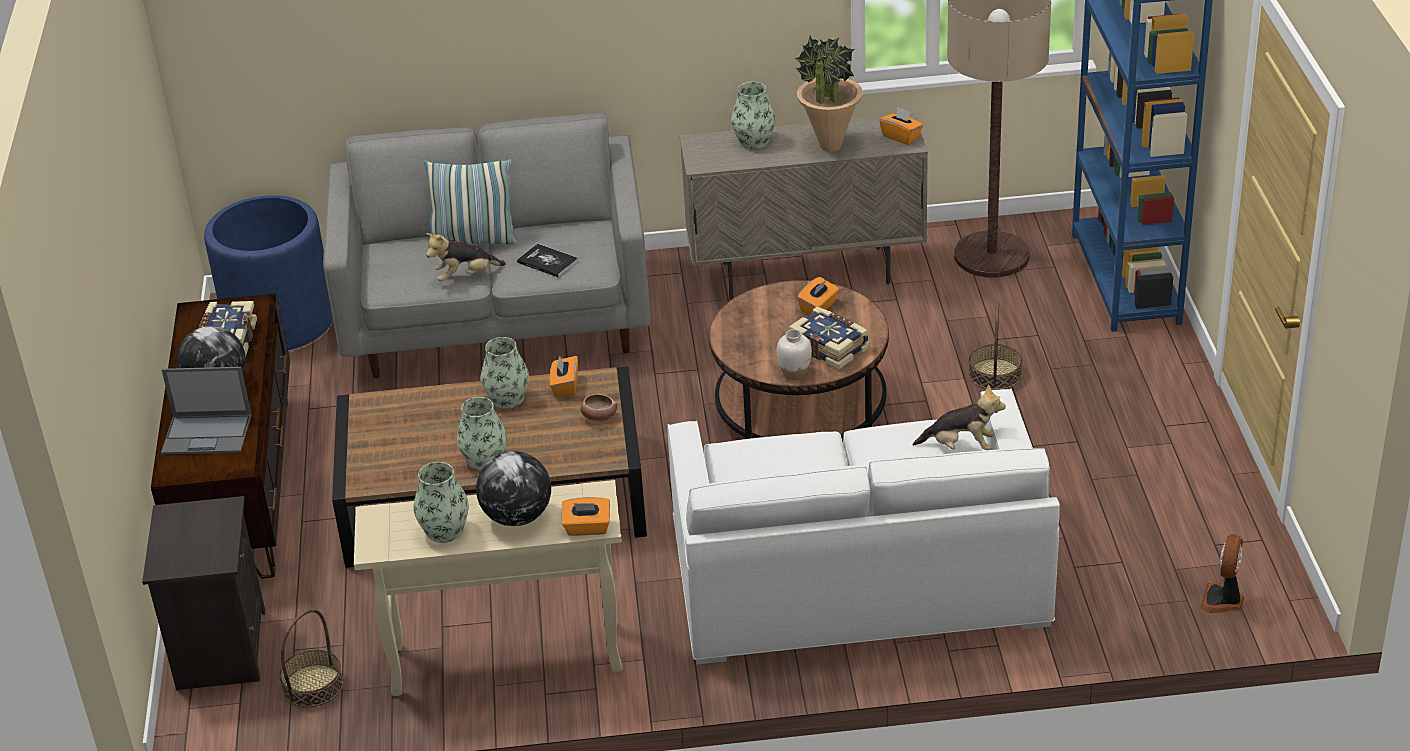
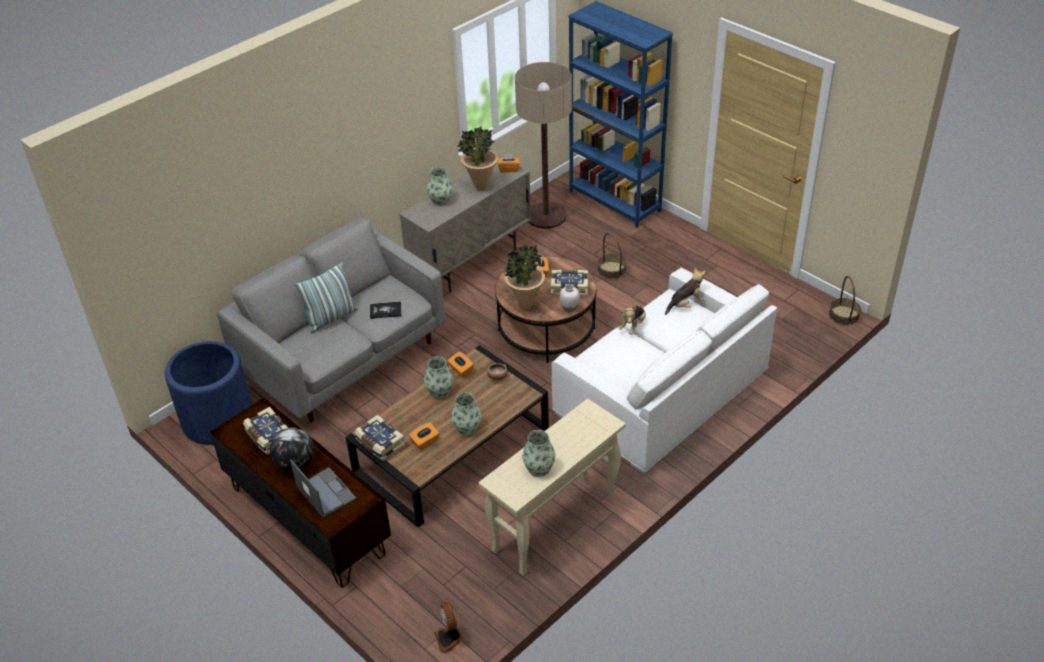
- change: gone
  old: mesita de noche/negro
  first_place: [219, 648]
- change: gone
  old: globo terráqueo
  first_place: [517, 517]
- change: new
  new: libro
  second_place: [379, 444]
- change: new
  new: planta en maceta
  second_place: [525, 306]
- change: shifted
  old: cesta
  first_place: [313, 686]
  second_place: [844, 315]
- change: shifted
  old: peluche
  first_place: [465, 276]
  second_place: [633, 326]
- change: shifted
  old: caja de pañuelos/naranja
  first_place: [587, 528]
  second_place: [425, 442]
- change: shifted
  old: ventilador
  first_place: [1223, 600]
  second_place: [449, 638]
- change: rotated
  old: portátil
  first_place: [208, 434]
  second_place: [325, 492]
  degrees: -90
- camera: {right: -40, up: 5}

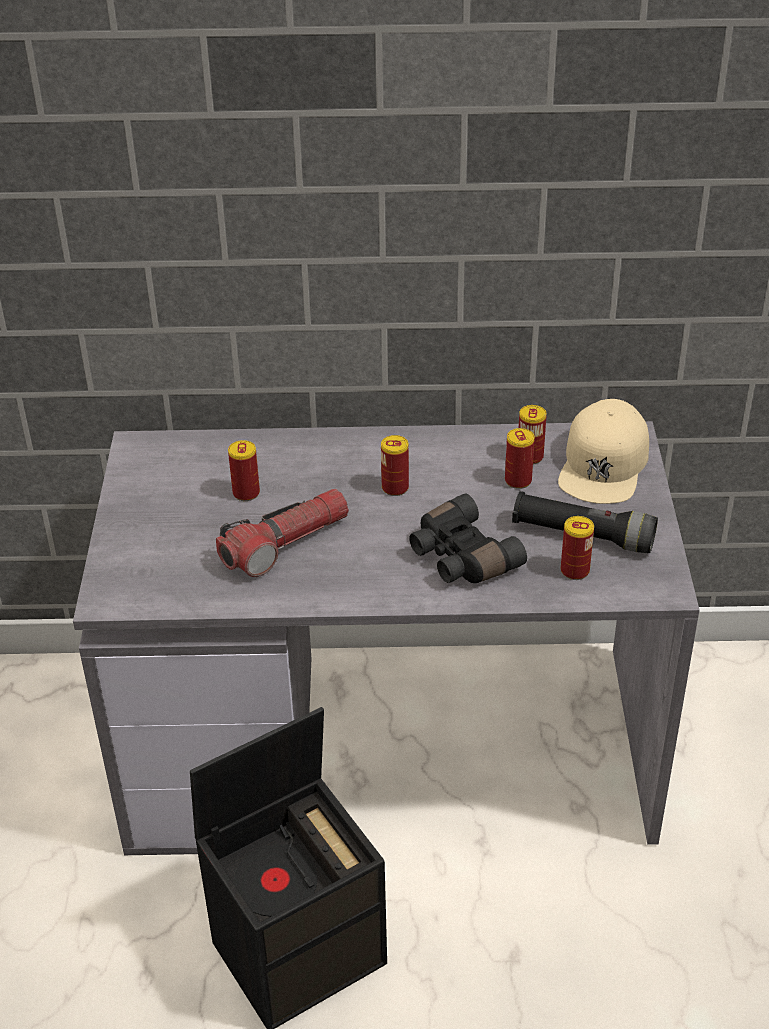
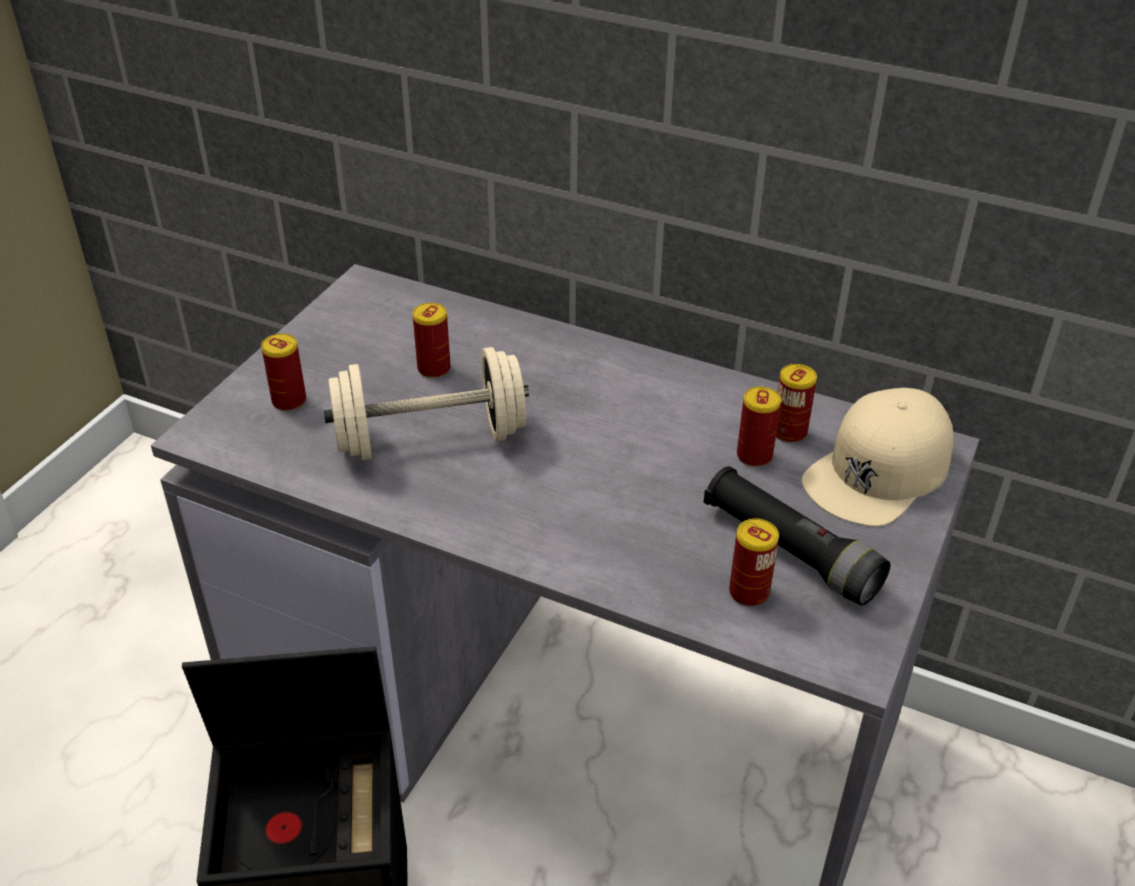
- change: gone
  old: prismáticos/negro
  first_place: [460, 557]
- change: shifted
  old: lata
  first_place: [395, 488]
  second_place: [289, 401]
- change: swapped
  old: linterna
  new: mancuerna/beis
  first_place: [285, 544]
  second_place: [430, 439]
- camera: {right: 25, up: 0}

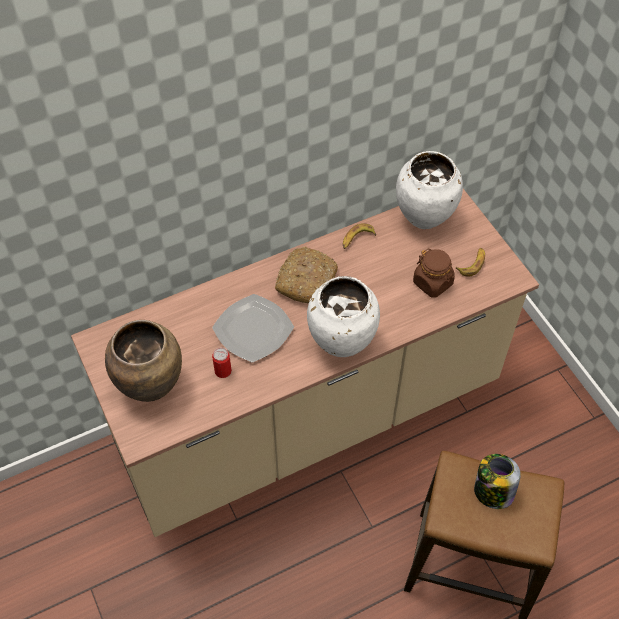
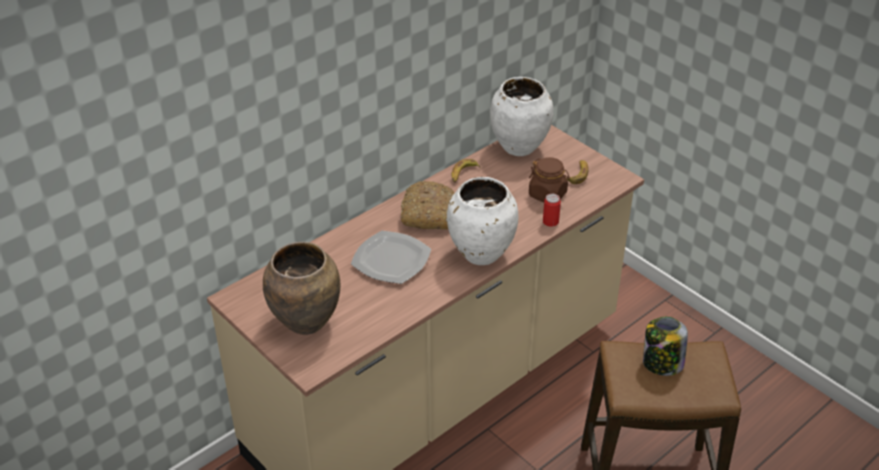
- change: shifted
  old: lata
  first_place: [223, 371]
  second_place: [550, 222]
- camera: {right: -15, up: -15}

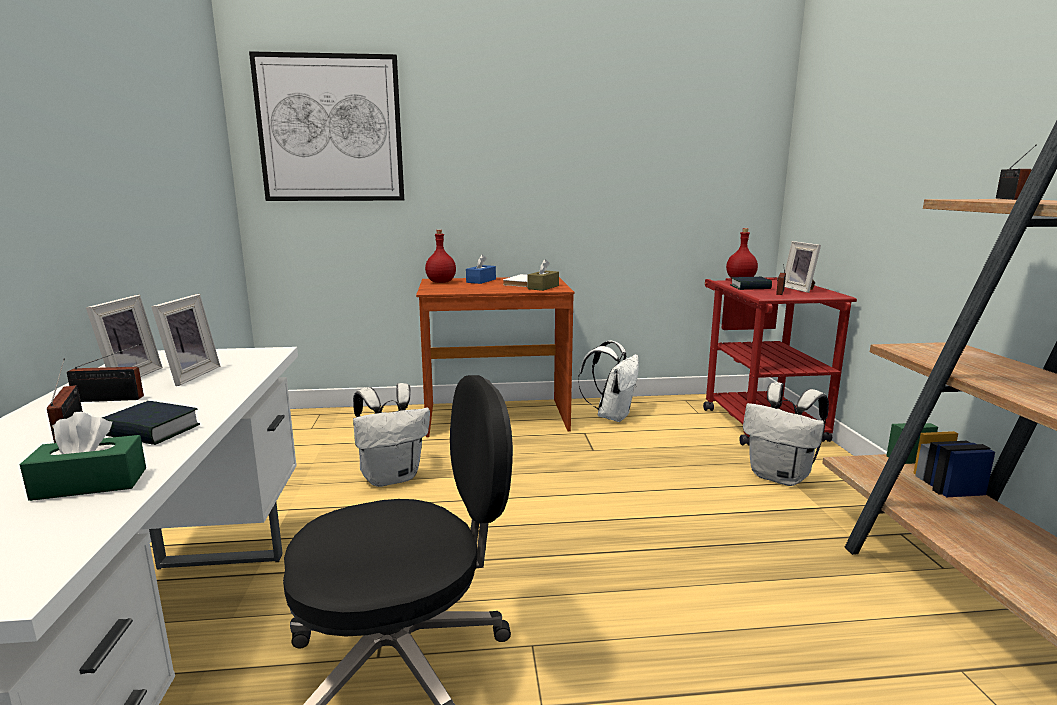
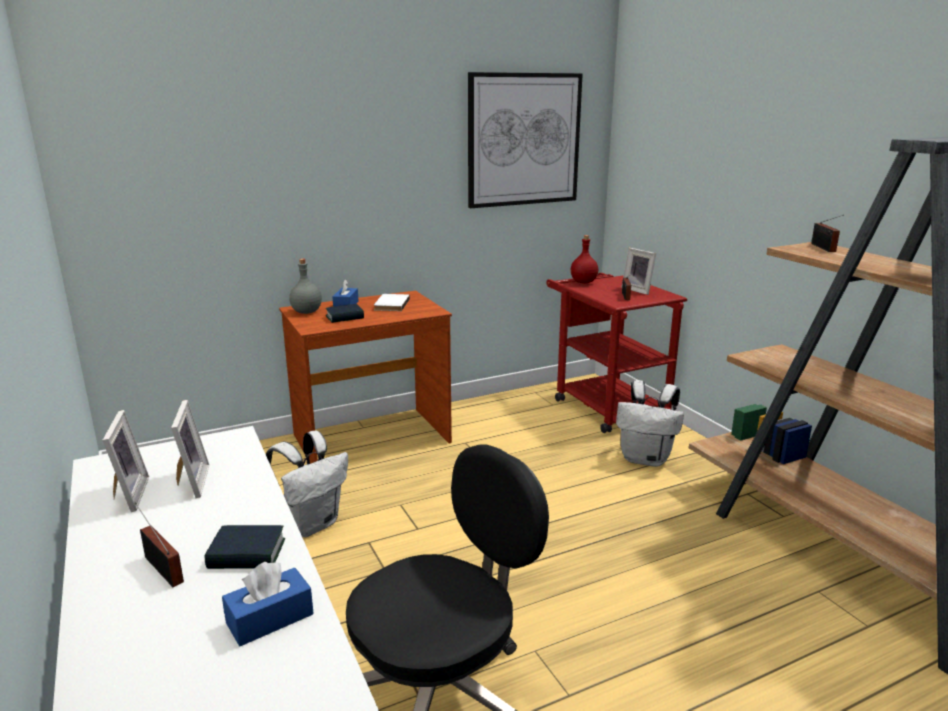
- change: gone
  old: radio
  first_place: [112, 399]
- change: gone
  old: caja de pañuelos/marrón
  first_place: [543, 287]
- change: gone
  old: mochila/blanco
  first_place: [612, 416]
- change: shifted
  old: cuadro
  first_place: [330, 129]
  second_place: [524, 140]
- change: shifted
  old: libro
  first_place: [750, 287]
  second_place: [345, 317]
- change: repainted
  old: caja de pañuelos/verde
  new: caja de pañuelos/azul
  first_place: [90, 484]
  second_place: [270, 618]
- change: repainted
  old: botella/rojo
  new: botella/gris
  first_place: [440, 282]
  second_place: [306, 312]
- camera: {right: -20, up: 5}

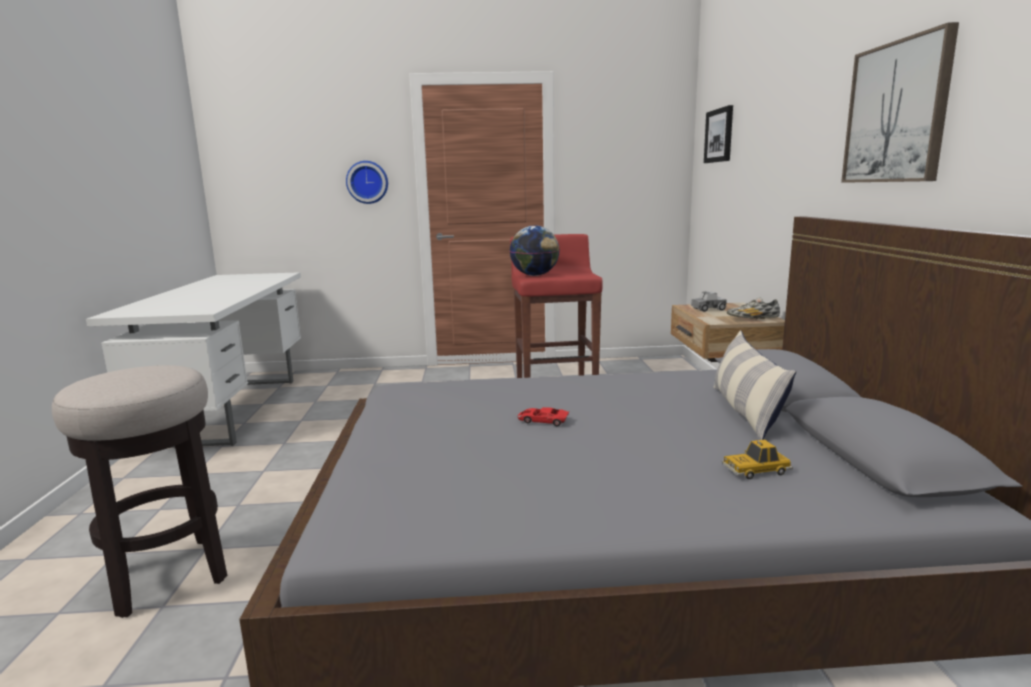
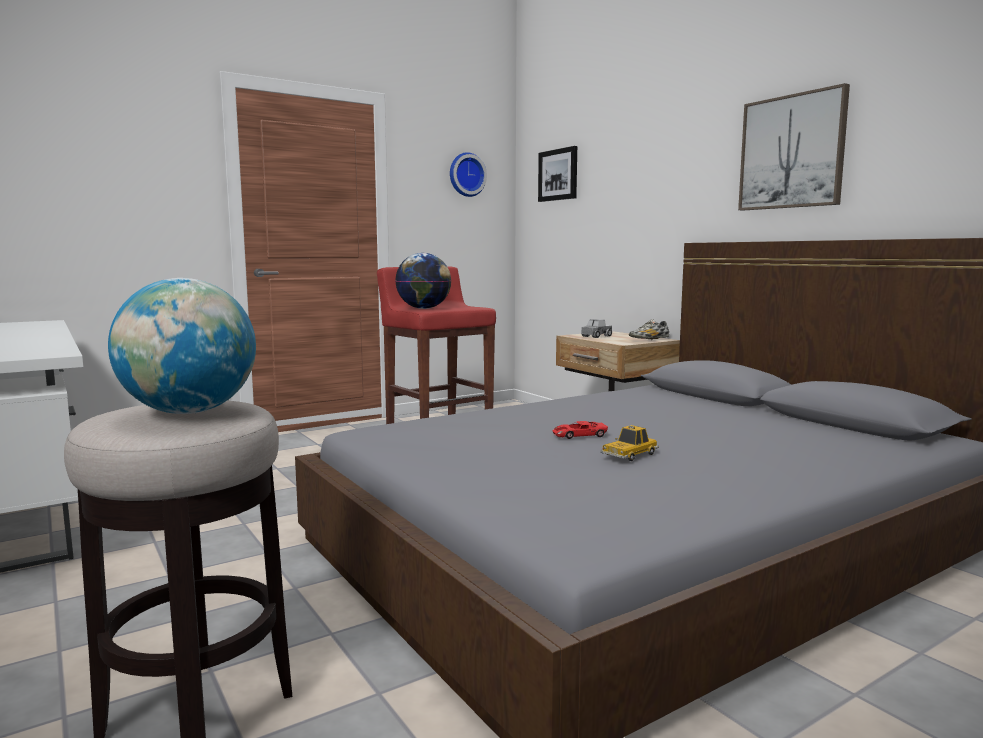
- change: gone
  old: cojín
  first_place: [745, 411]
- change: new
  new: globo terráqueo
  second_place: [190, 412]
- change: shifted
  old: reloj de pared
  first_place: [367, 182]
  second_place: [466, 175]
- change: shifted
  old: coche de juguete
  first_place: [756, 470]
  second_place: [629, 454]
- camera: {right: -30, up: -5}

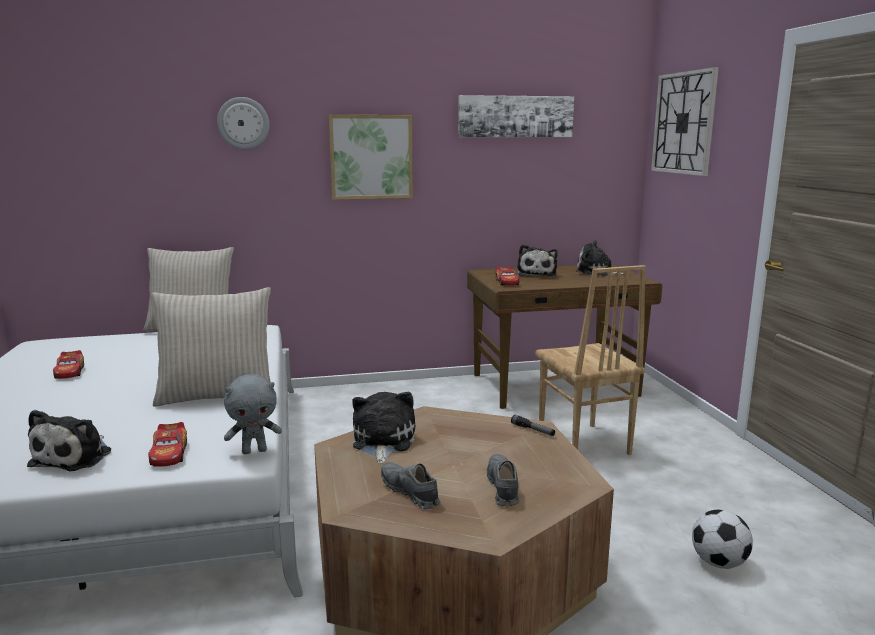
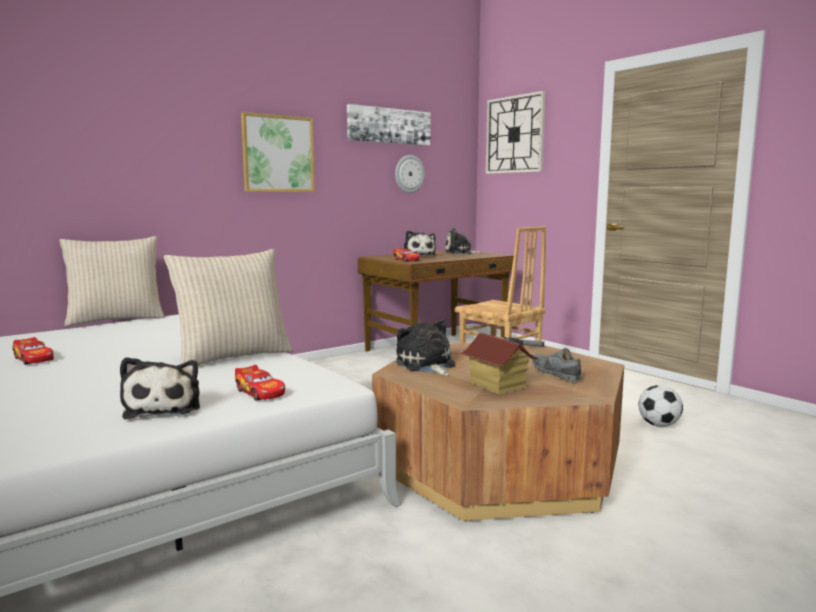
- change: gone
  old: peluche/gris
  first_place: [254, 451]
- change: shifted
  old: reloj de pared
  first_place: [243, 123]
  second_place: [409, 174]
- change: swapped
  old: zapato/gris
  new: casita
  first_place: [409, 492]
  second_place: [497, 386]
- camera: {right: -25, up: -5}

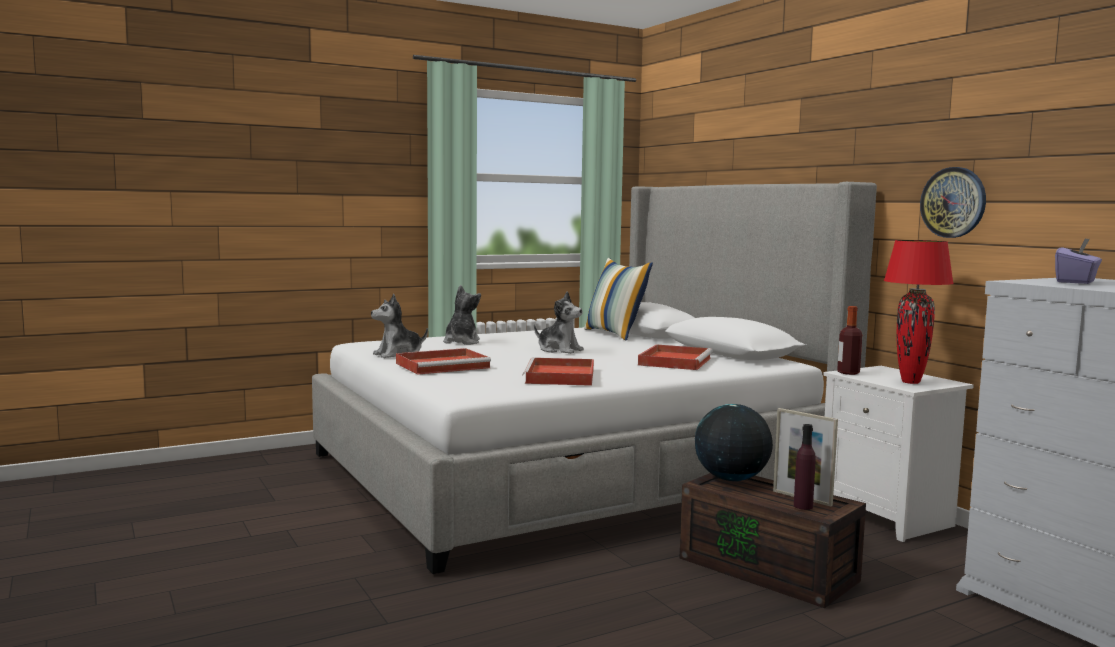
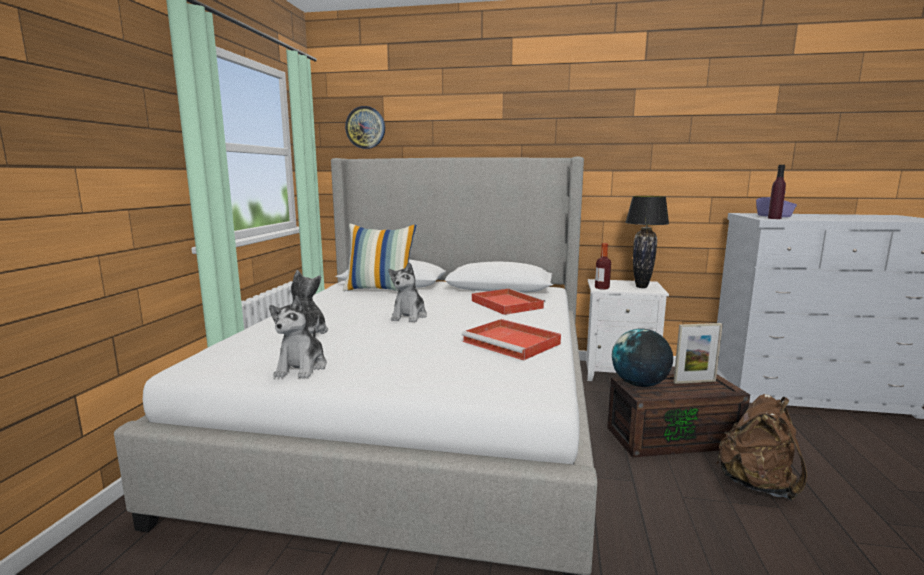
- change: gone
  old: bandeja/rojo
  first_place: [444, 365]
- change: new
  new: mochila/marrón
  second_place: [757, 484]
- change: shifted
  old: botella/morado
  first_place: [803, 506]
  second_place: [774, 218]
- change: shifted
  old: reloj de pared
  first_place: [953, 202]
  second_place: [365, 127]
- change: repainted
  old: lámpara de mesa/rojo
  new: lámpara de mesa/negro
  first_place: [910, 382]
  second_place: [641, 287]
- change: rotated
  old: peluche
  first_place: [559, 350]
  second_place: [409, 316]
  degrees: 120
- camera: {right: -50, up: 5}

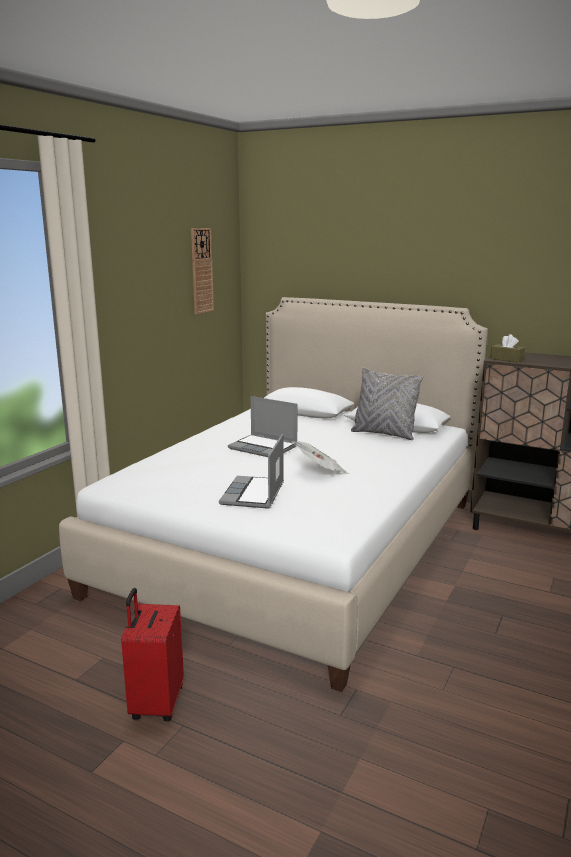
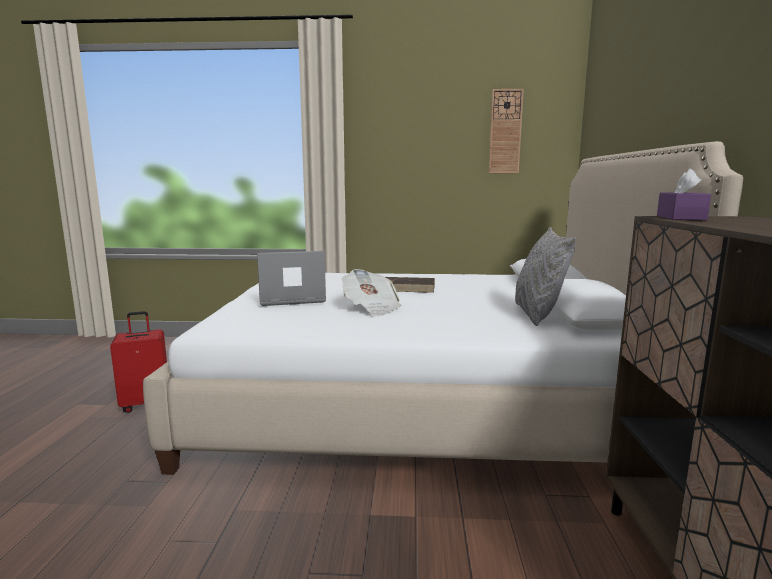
- change: swapped
  old: portátil
  new: libro/marrón
  first_place: [264, 447]
  second_place: [409, 288]
- change: repainted
  old: caja de pañuelos/marrón
  new: caja de pañuelos/morado
  first_place: [507, 359]
  second_place: [680, 218]
- camera: {right: 65, up: -5}

